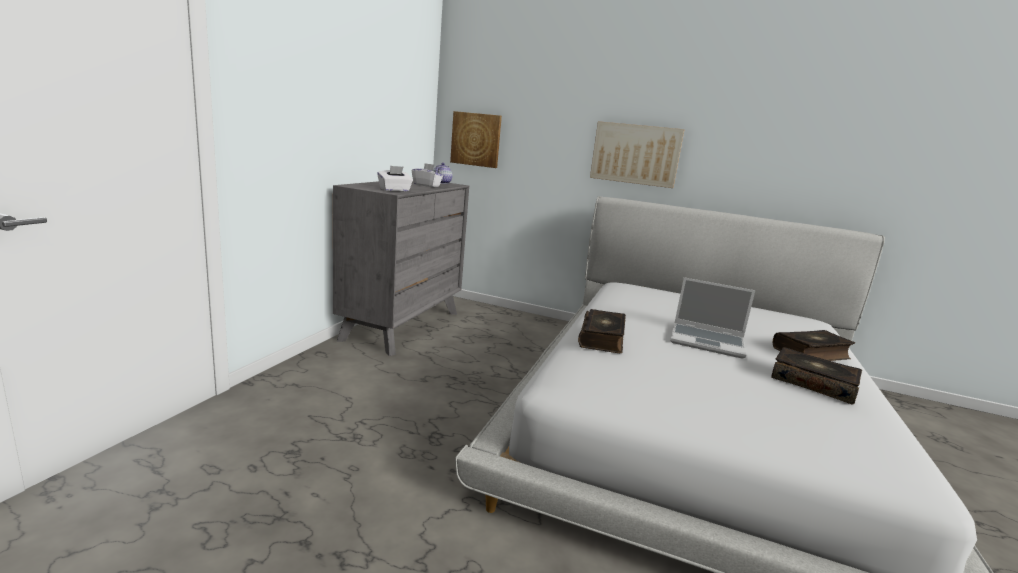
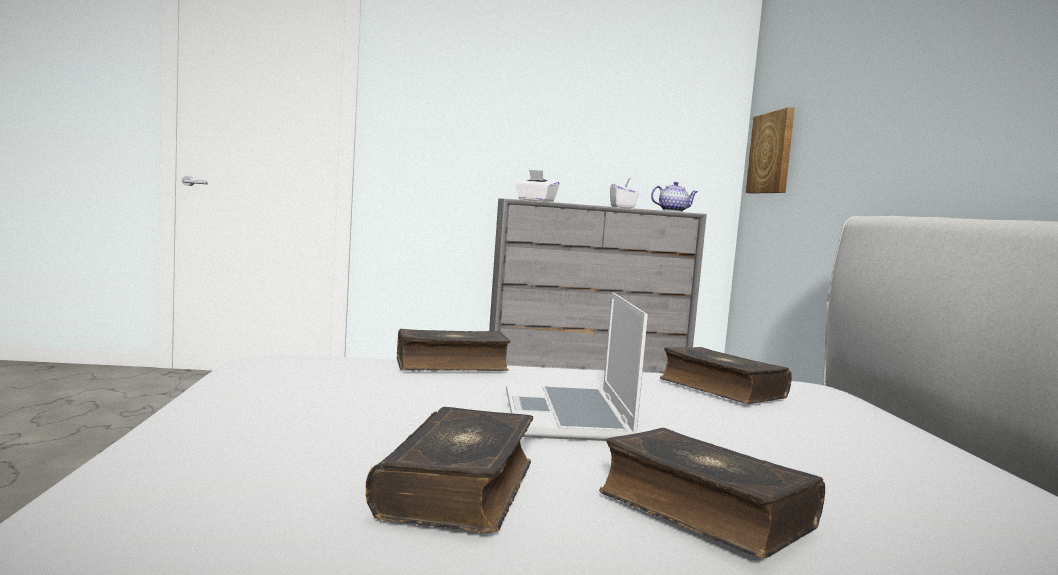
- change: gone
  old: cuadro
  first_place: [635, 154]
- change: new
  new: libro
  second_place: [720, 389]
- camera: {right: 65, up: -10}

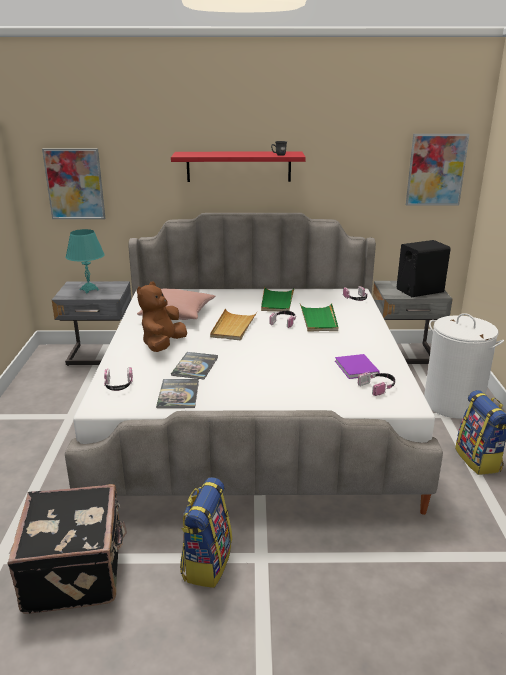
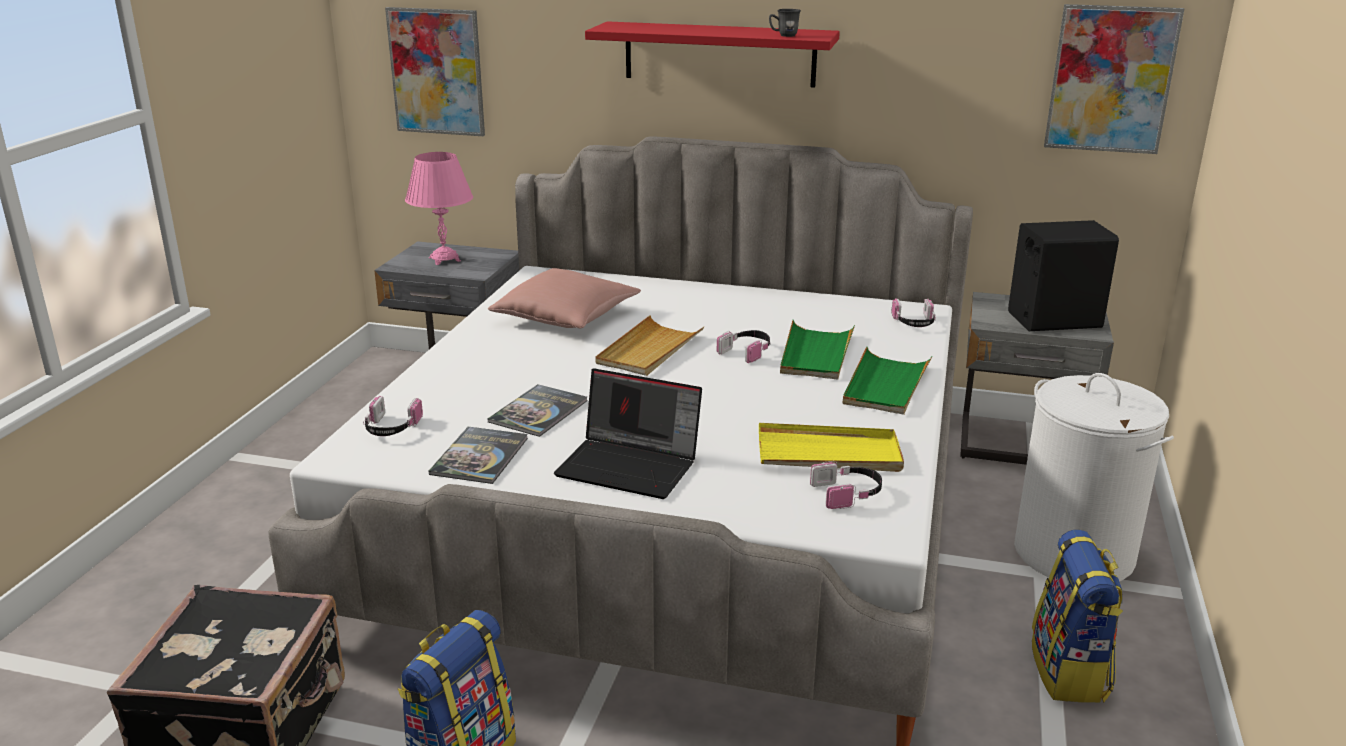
- change: gone
  old: peluche/marrón
  first_place: [163, 345]
- change: new
  new: portátil
  second_place: [631, 466]
- change: shifted
  old: bandeja/verde
  first_place: [277, 301]
  second_place: [885, 385]
- change: swapped
  old: libro/morado
  new: bandeja/amarillo
  first_place: [357, 368]
  second_place: [829, 454]
- change: repainted
  old: lámpara de mesa/turquesa
  new: lámpara de mesa/rosa
  first_place: [89, 290]
  second_place: [444, 259]
- camera: {right: 15, up: 0}

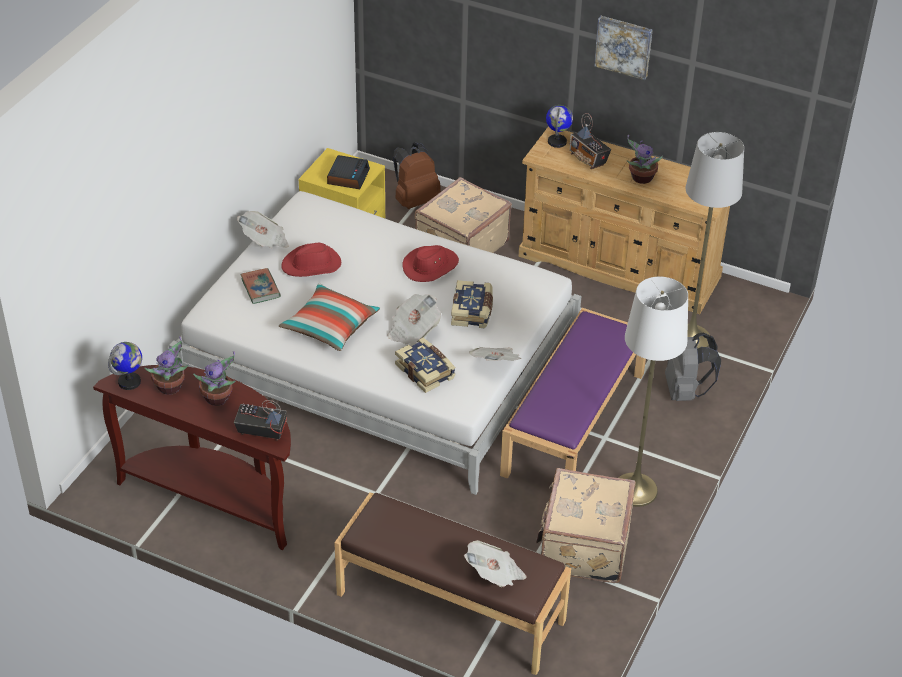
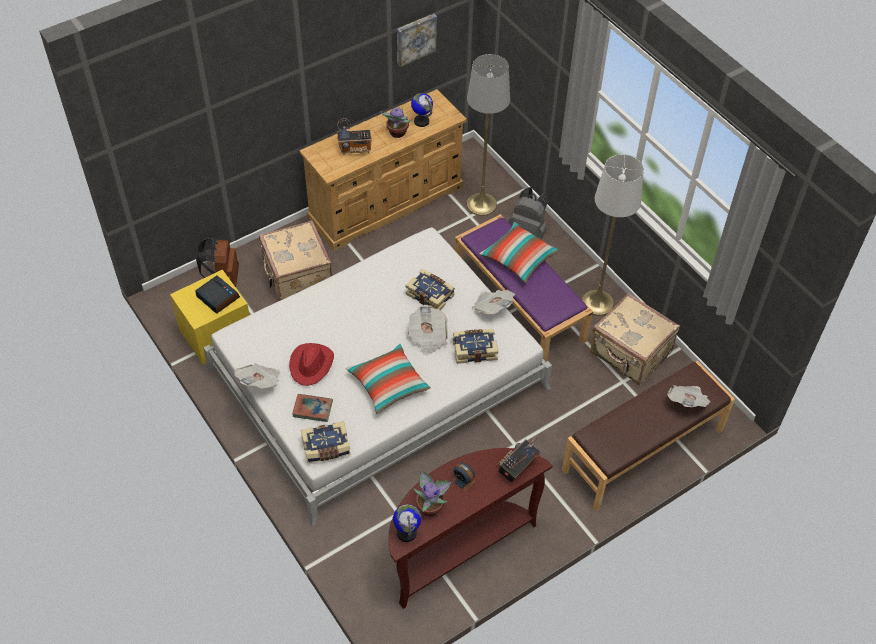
- change: gone
  old: sombrero/rojo
  first_place: [430, 266]
- change: new
  new: libro
  second_place: [326, 448]
- change: new
  new: cojín
  second_place: [518, 258]
- change: shifted
  old: globo terráqueo
  first_place: [557, 142]
  second_place: [421, 121]
- change: shifted
  old: cuadro
  first_place: [624, 46]
  second_place: [415, 38]
- change: swapped
  old: planta en maceta
  new: despertador
  first_place: [218, 398]
  second_place: [463, 481]
- camera: {right: -60, up: 10}

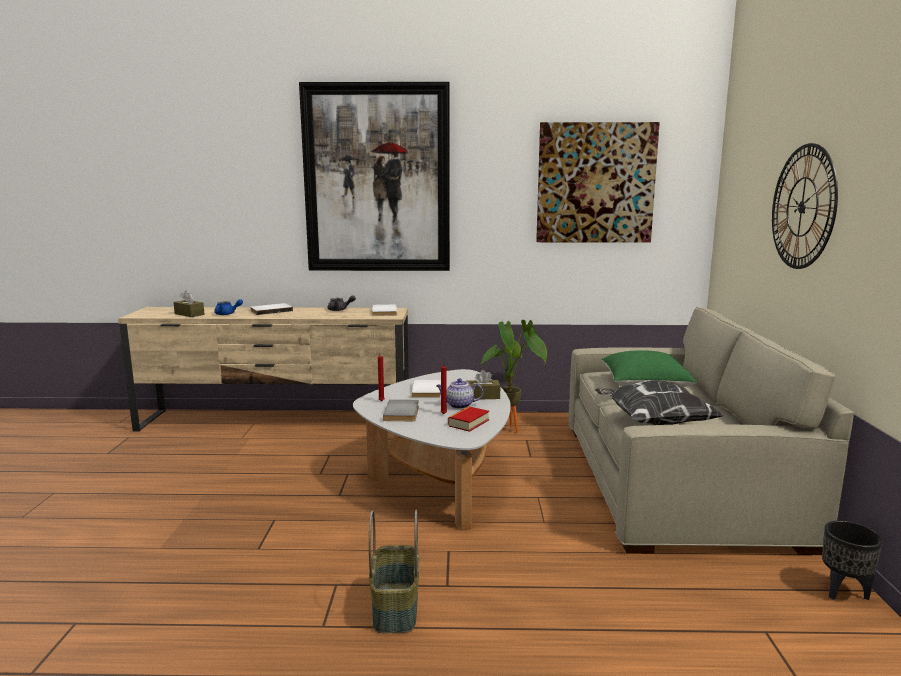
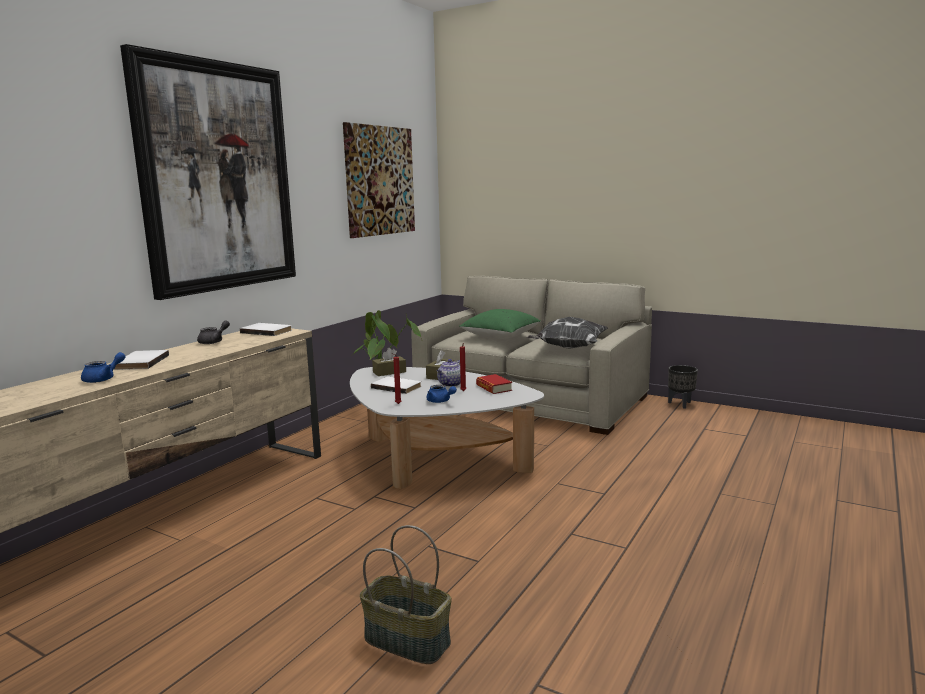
- change: gone
  old: reloj de pared
  first_place: [802, 207]
- change: shifted
  old: caja de pañuelos/marrón
  first_place: [189, 314]
  second_place: [389, 372]
- change: shifted
  old: cesta
  first_place: [396, 608]
  second_place: [408, 640]
- change: swapped
  old: libro/gris
  new: tetera/azul
  first_place: [403, 412]
  second_place: [440, 401]
- camera: {right: -60, up: 0}

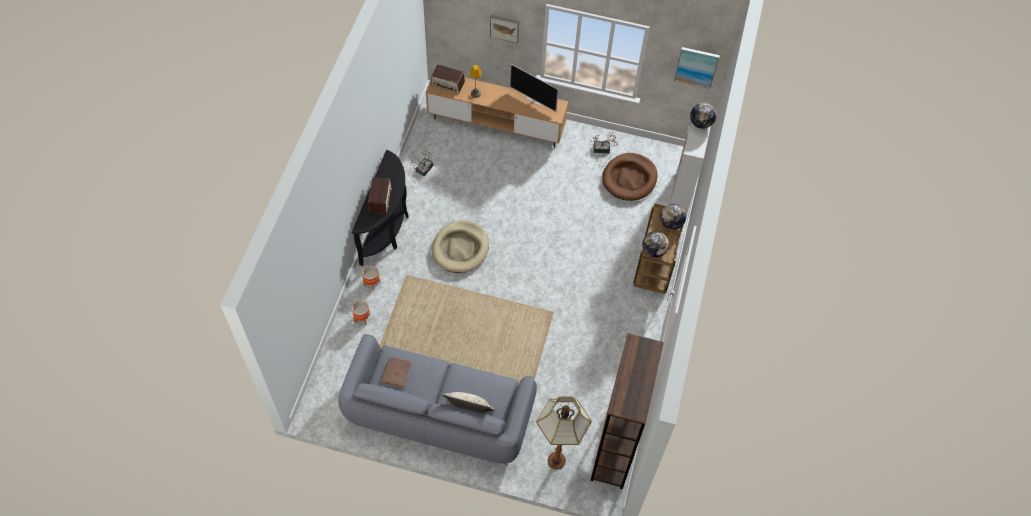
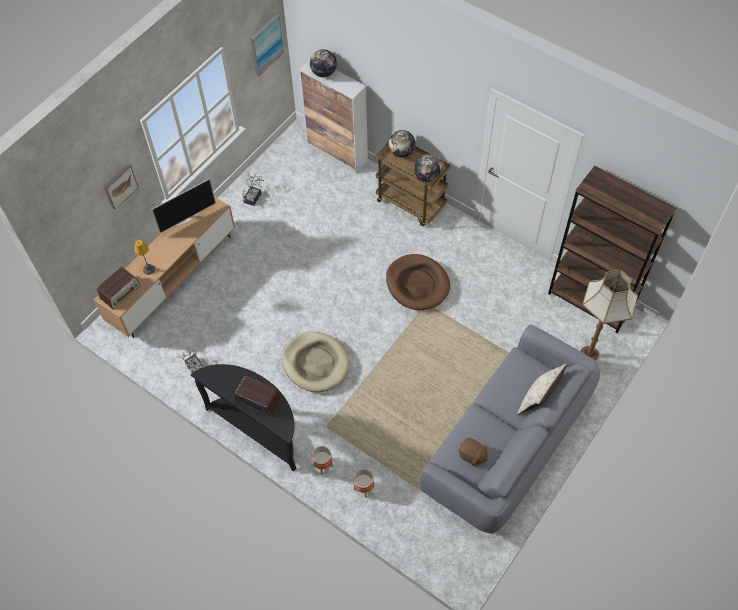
- change: shifted
  old: cama para perro/marrón
  first_place: [629, 178]
  second_place: [417, 284]
- change: swapped
  old: libro/marrón
  new: peluche/marrón
  first_place: [396, 373]
  second_place: [472, 455]
- camera: {right: -65, up: 0}

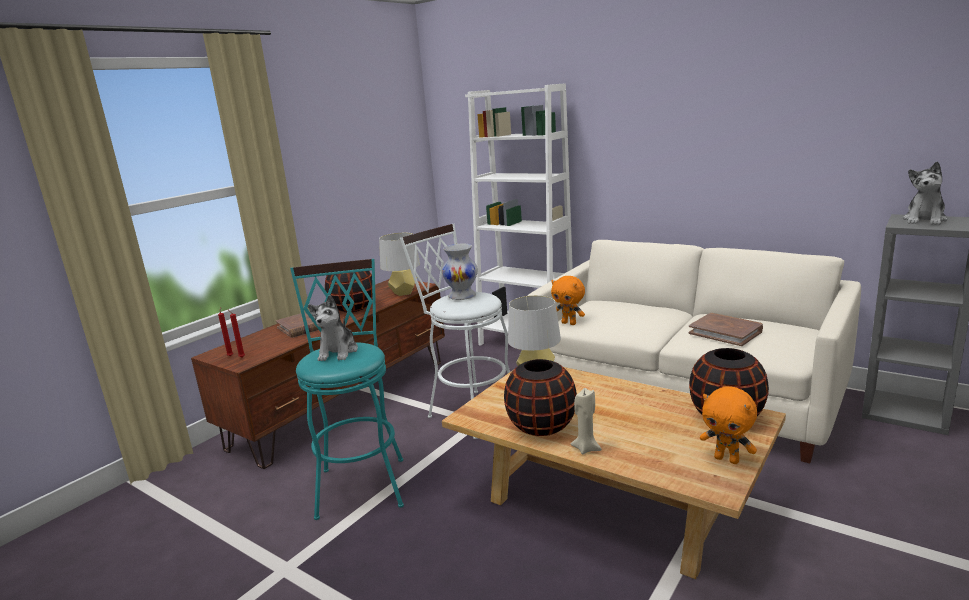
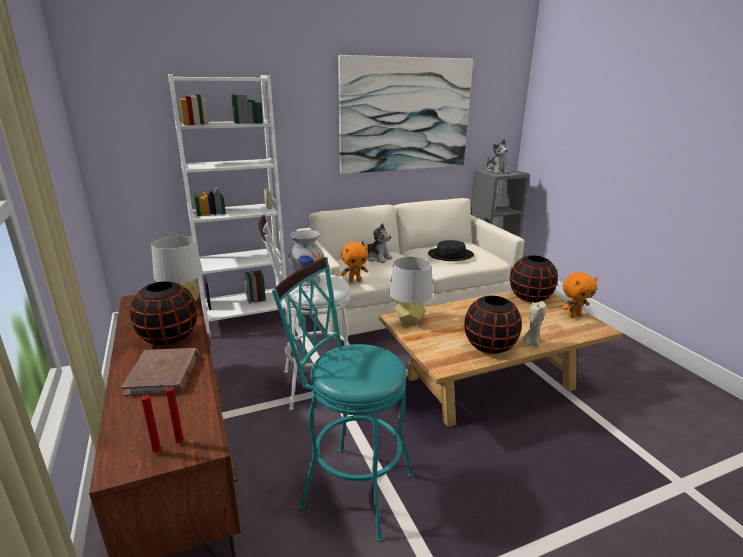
- change: new
  new: cuadro
  second_place: [405, 115]
- change: shifted
  old: peluche
  first_place: [338, 352]
  second_place: [377, 258]
- change: swapped
  old: libro/marrón
  new: sombrero/negro
  first_place: [725, 332]
  second_place: [450, 255]
- camera: {right: -60, up: 5}

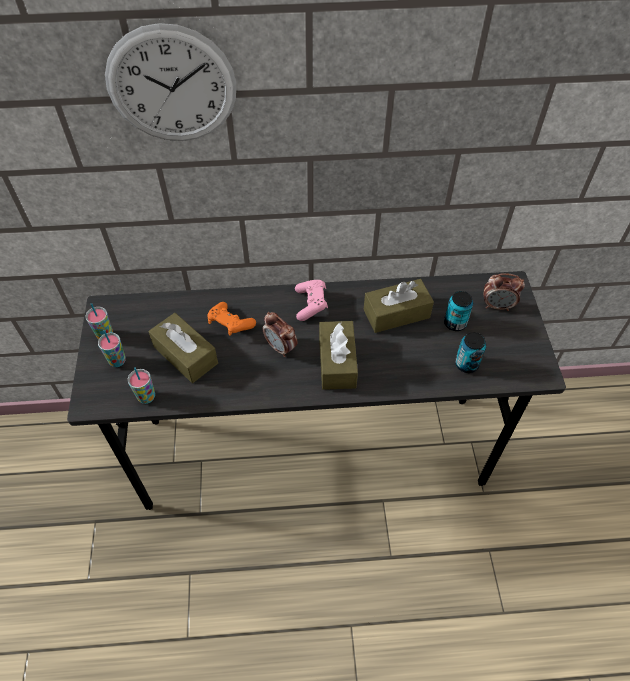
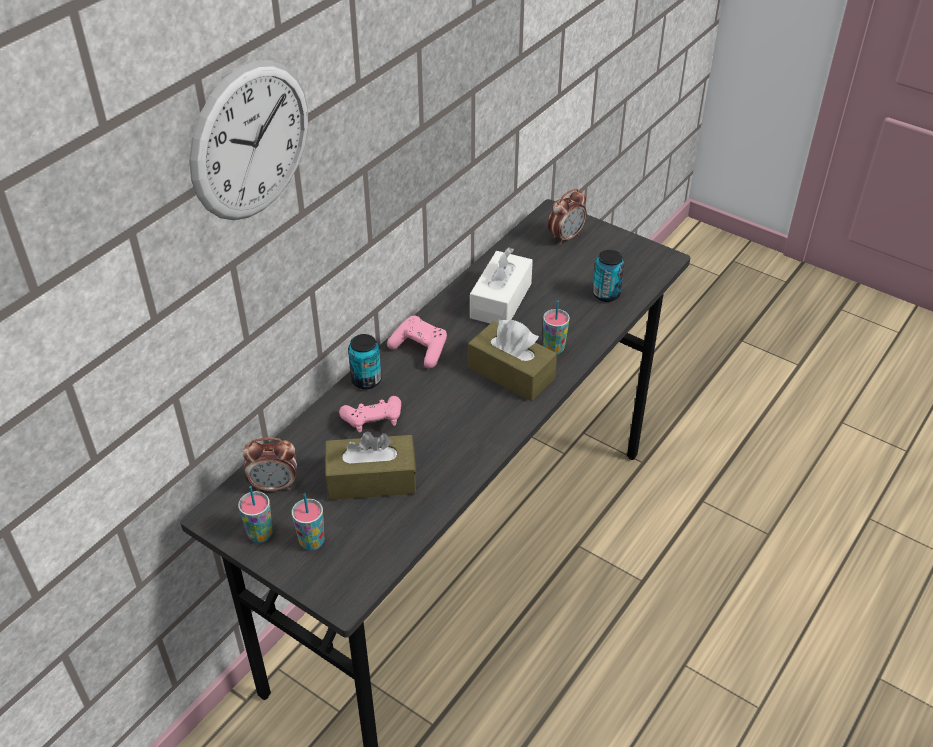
- change: shifted
  old: taza
  first_place: [146, 397]
  second_place: [554, 349]
- change: shifted
  old: despertador
  first_place: [281, 347]
  second_place: [274, 485]
- change: shifted
  old: lata
  first_place: [455, 323]
  second_place: [366, 380]
- change: repainted
  old: mando de consola/naranja
  new: mando de consola/rosa
  first_place: [230, 325]
  second_place: [373, 422]
- change: repainted
  old: caja de pañuelos/marrón
  new: caja de pañuelos/blanco
  first_place: [396, 313]
  second_place: [501, 301]
- camera: {right: -50, up: -10}

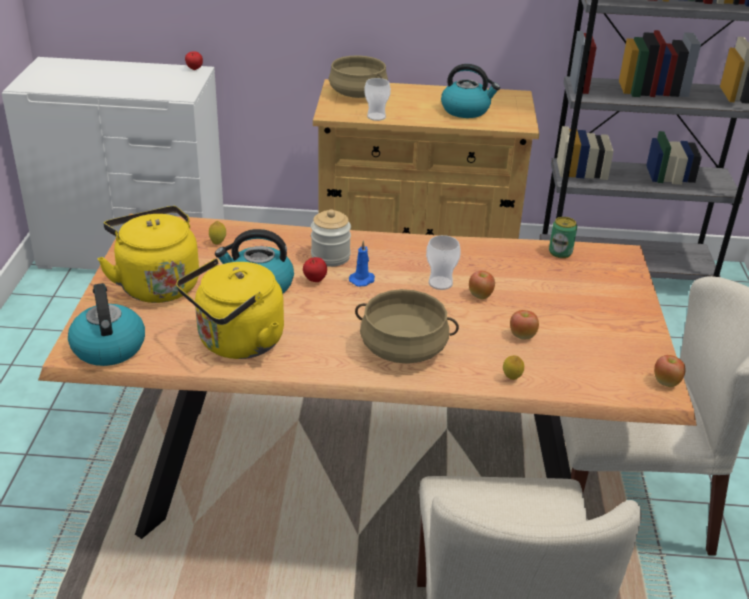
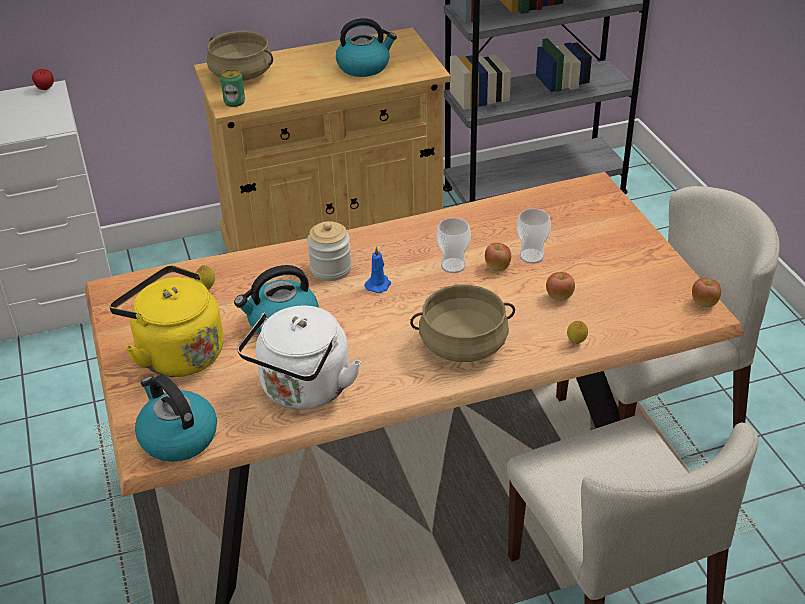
- change: gone
  old: manzana
  first_place: [315, 281]
- change: shifted
  old: taza
  first_place: [376, 117]
  second_place: [531, 256]
- change: shifted
  old: lata
  first_place: [560, 252]
  second_place: [234, 102]
- change: repainted
  old: hervidor/amarillo
  new: hervidor/blanco
  first_place: [236, 343]
  second_place: [303, 391]
- camera: {right: -20, up: 5}

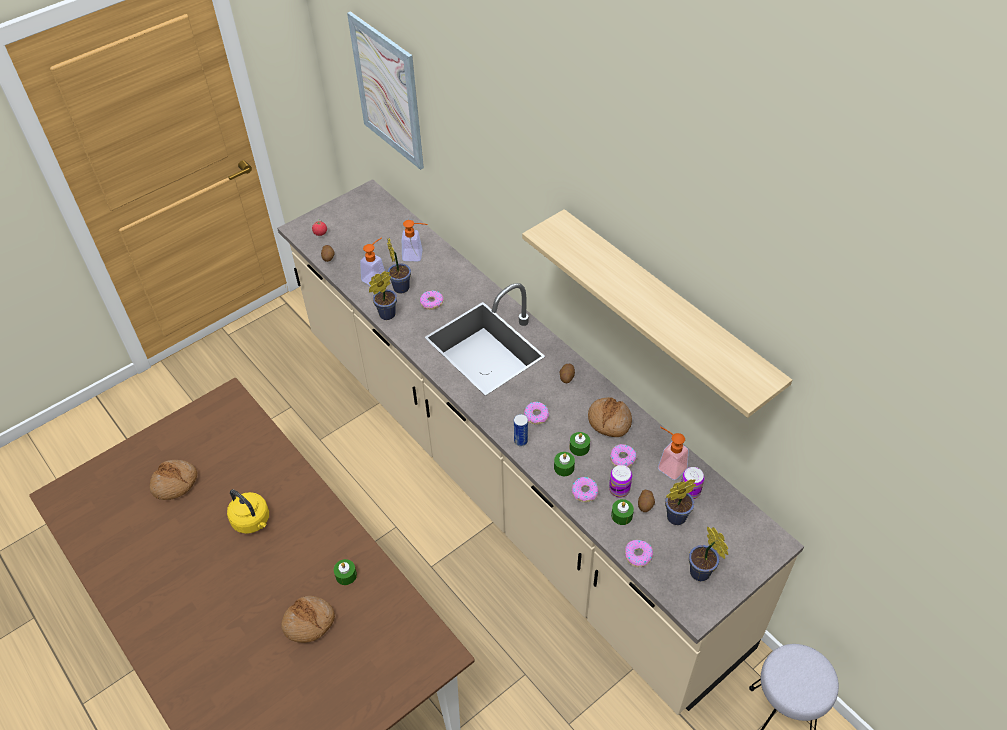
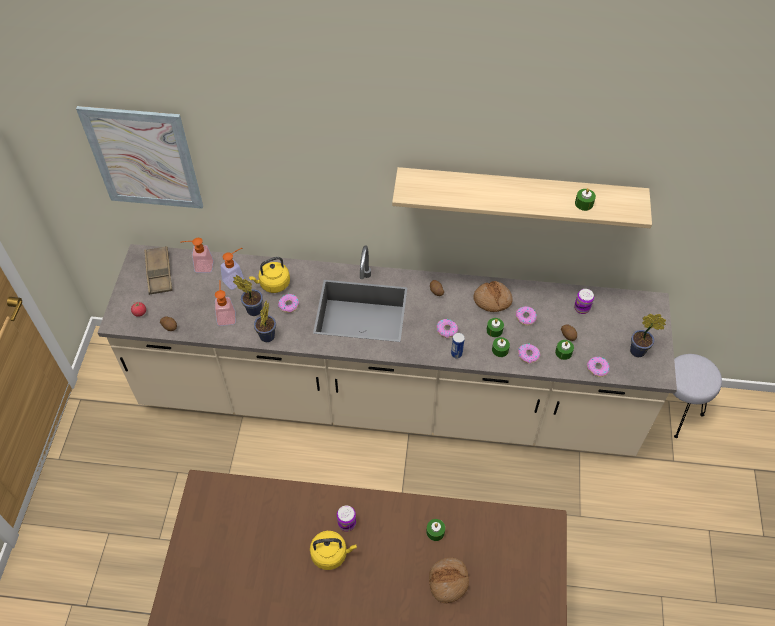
- change: gone
  old: pan
  first_place: [175, 483]
- change: gone
  old: planta en maceta
  first_place: [673, 518]
- change: new
  new: bandeja/marrón
  second_place: [159, 273]
- change: new
  new: hervidor/amarillo
  second_place: [273, 284]
- change: new
  new: vela/verde
  second_place: [584, 203]
- change: shifted
  old: lata
  first_place: [619, 489]
  second_place: [347, 523]
- change: shifted
  old: dispensador de jabón
  first_place: [668, 465]
  second_place: [200, 266]
- camera: {right: -45, up: 5}

